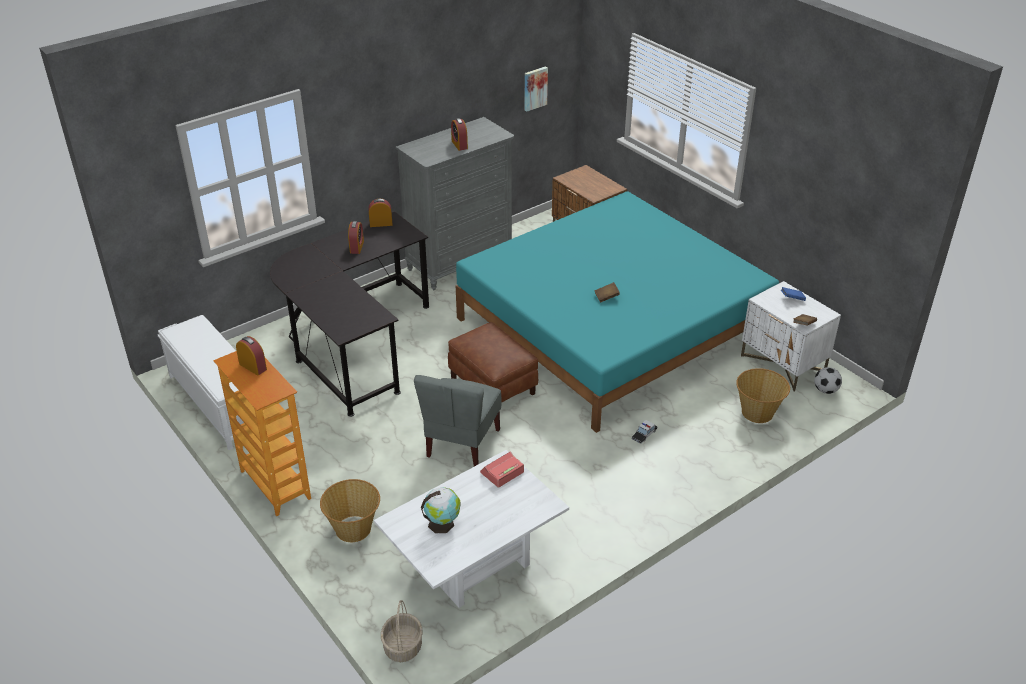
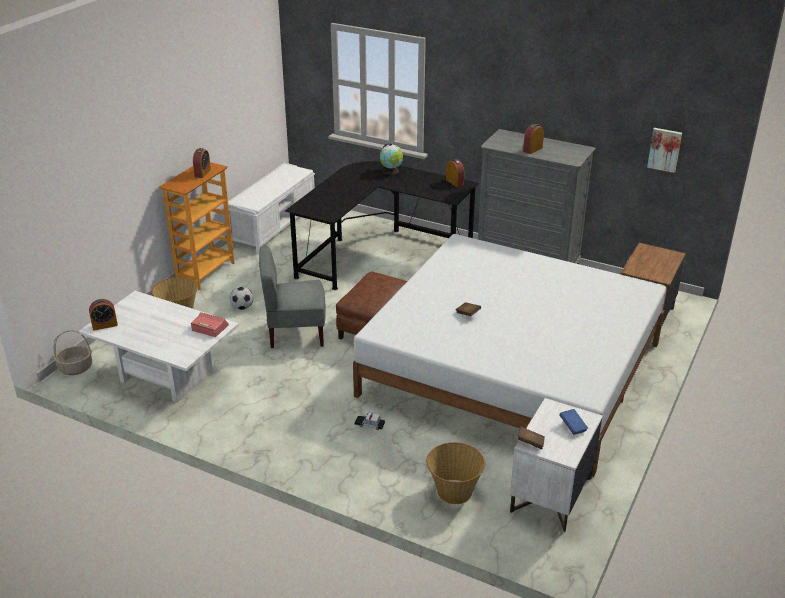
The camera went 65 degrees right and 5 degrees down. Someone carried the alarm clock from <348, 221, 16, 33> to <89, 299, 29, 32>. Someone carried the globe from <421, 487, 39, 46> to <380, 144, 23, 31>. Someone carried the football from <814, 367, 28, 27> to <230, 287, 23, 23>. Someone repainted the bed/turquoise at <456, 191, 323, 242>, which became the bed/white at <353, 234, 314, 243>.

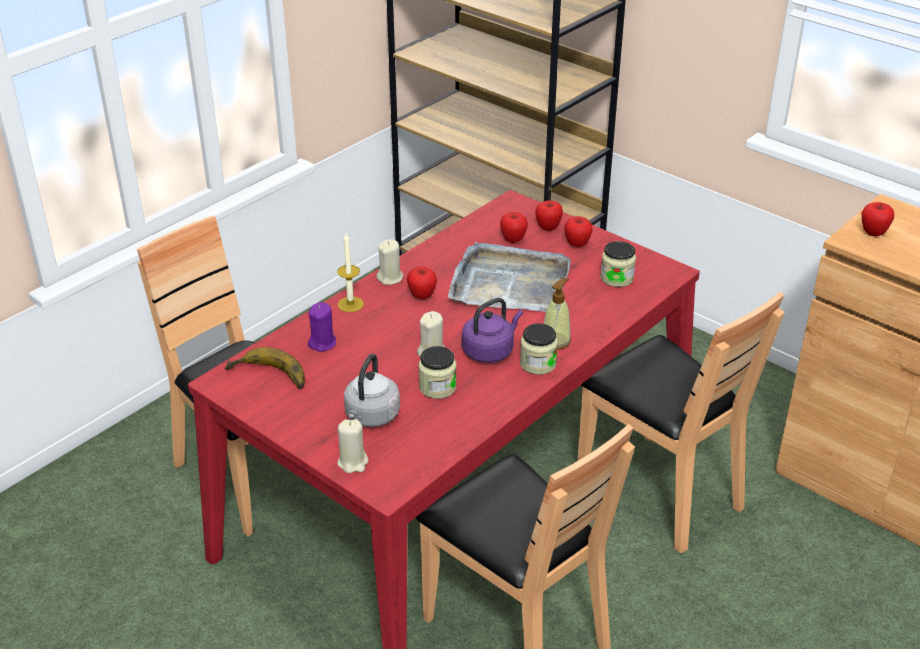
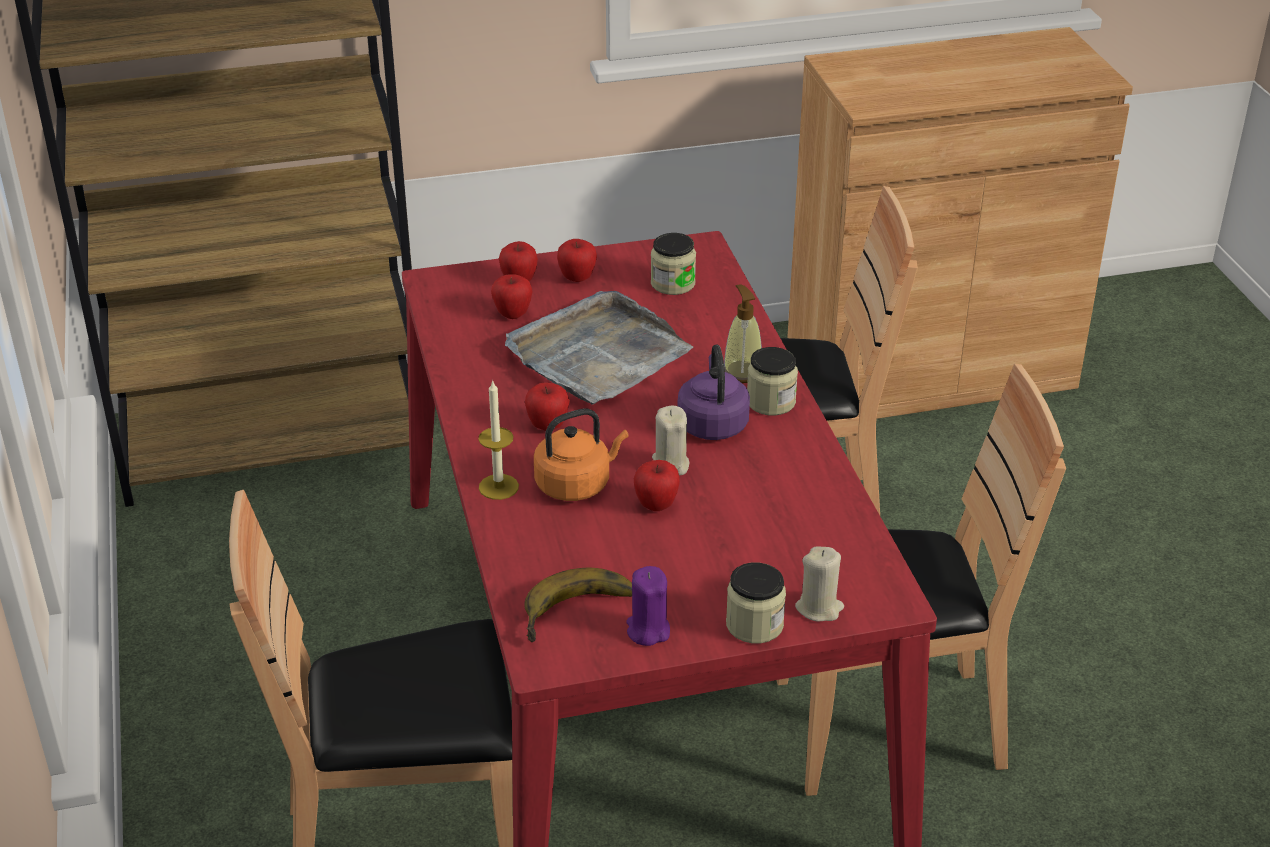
The camera went 55 degrees left and 0 degrees up. Someone took away the kettle/grey at <344, 354, 56, 73>. Someone took away the candle/beige at <376, 239, 28, 46>. Someone put down the kettle/orange at <534, 408, 95, 93>. Someone carried the candle/purple from <308, 302, 28, 50> to <627, 566, 43, 80>. Someone carried the jar from <418, 346, 38, 53> to <726, 562, 60, 81>. Someone carried the apple from <862, 202, 32, 34> to <634, 460, 46, 51>.

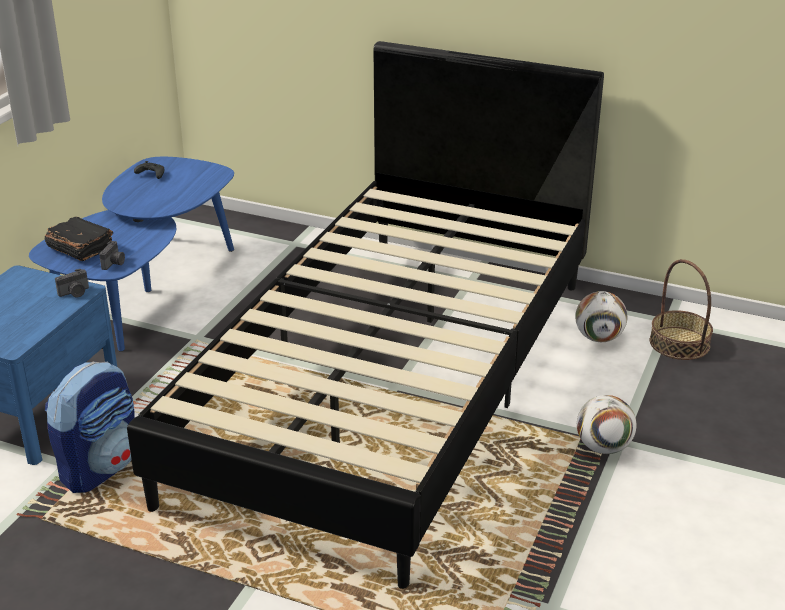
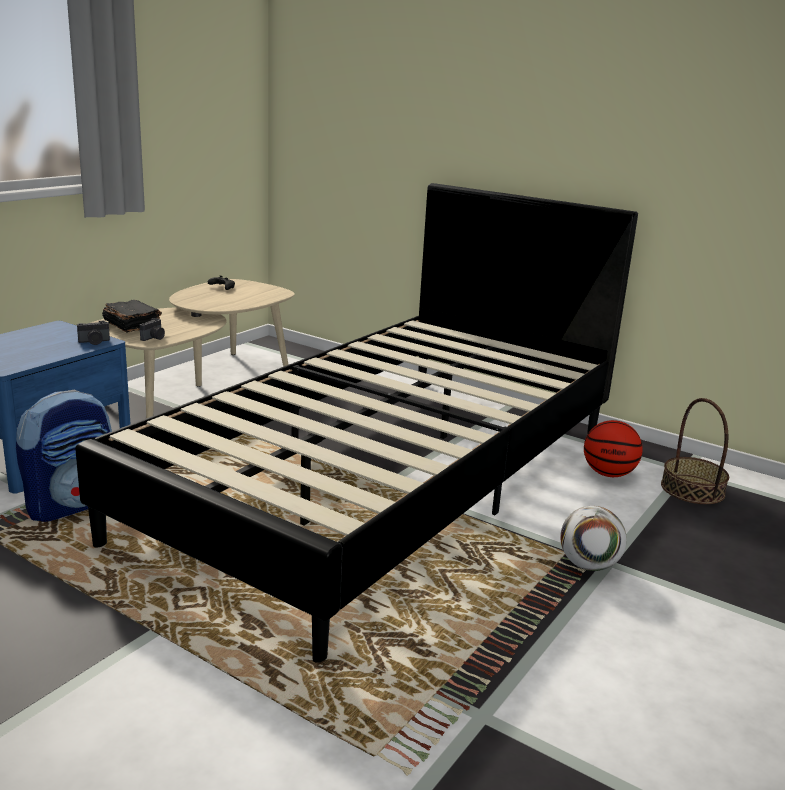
The camera went 10 degrees right and 10 degrees down. Someone swapped the football at <575, 291, 52, 51> for the basketball at <584, 420, 59, 57>. Someone repainted the coffee table/blue at <29, 157, 205, 195>, which became the coffee table/beige at <91, 279, 204, 139>.

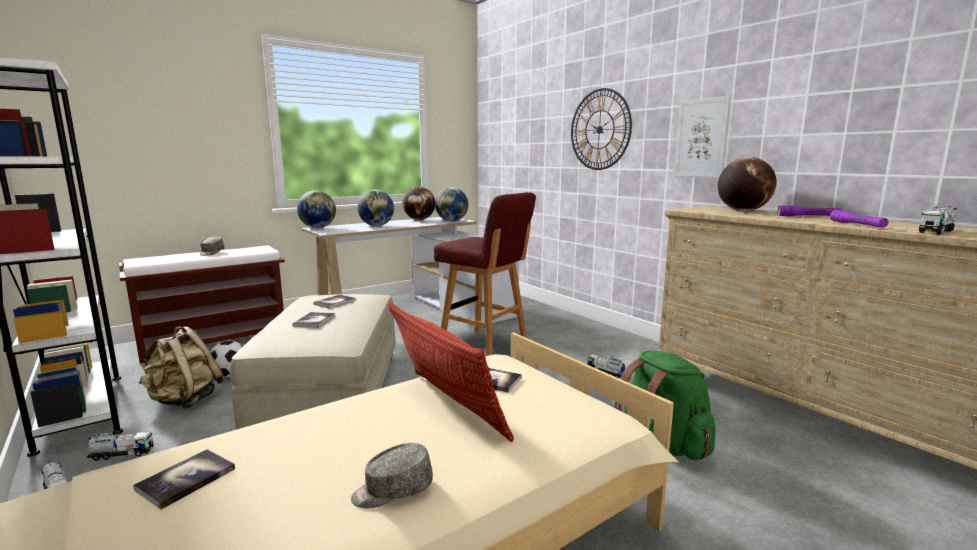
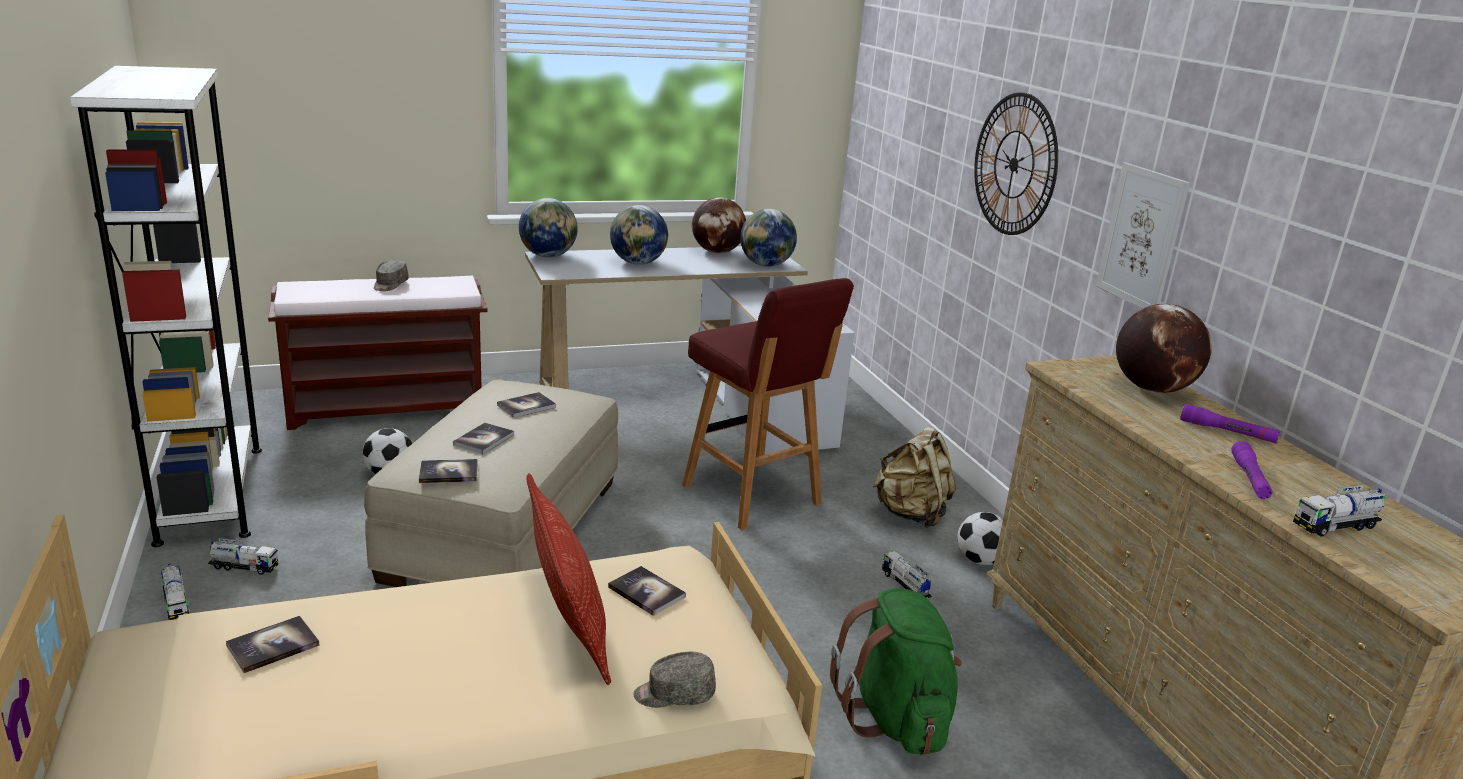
The camera went 15 degrees right and 10 degrees up. Someone put down the book at <419, 459, 59, 24>. Someone put down the football at <957, 512, 46, 53>. Someone carried the backpack/beige from <139, 326, 84, 83> to <873, 427, 83, 101>. Someone carried the cap/grey from <351, 443, 82, 65> to <633, 652, 83, 56>.

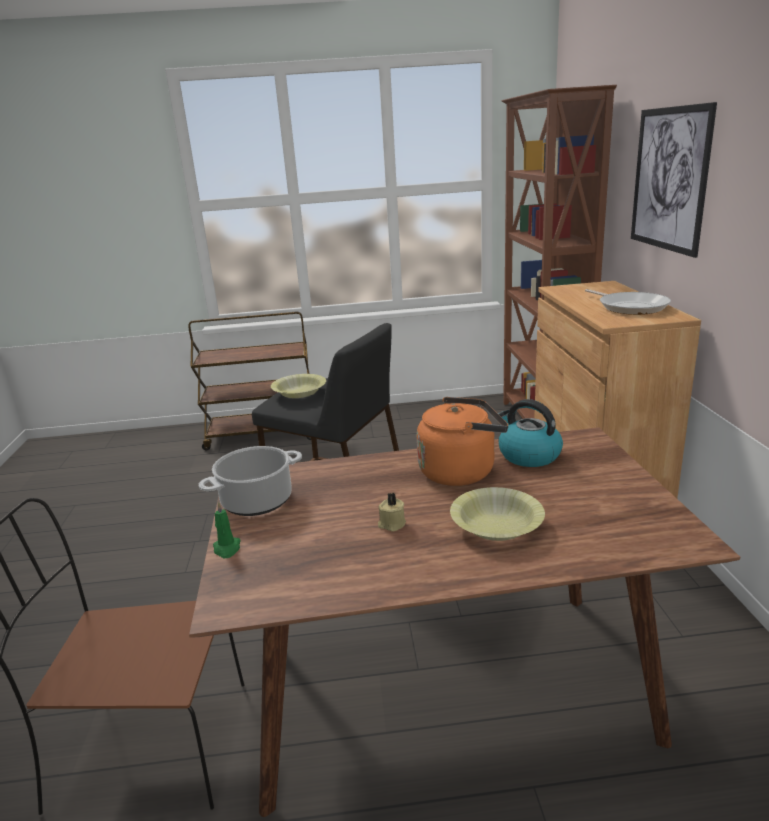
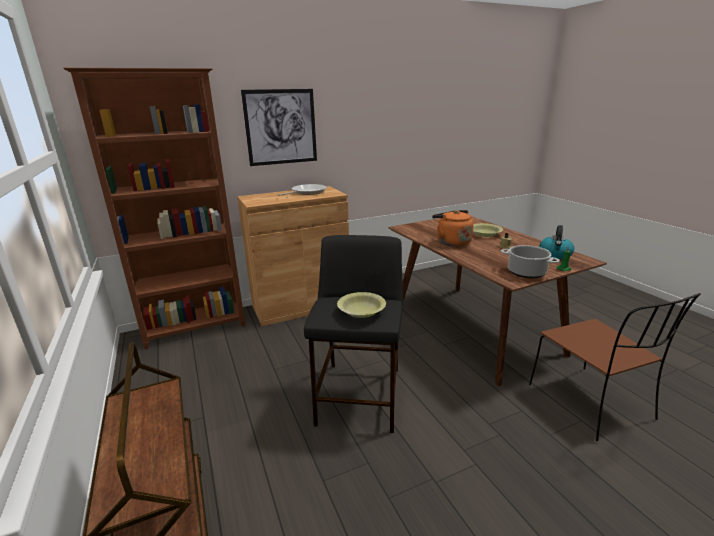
The camera went 110 degrees left and 0 degrees up. Someone carried the kettle from <498, 399, 65, 68> to <539, 225, 35, 34>.

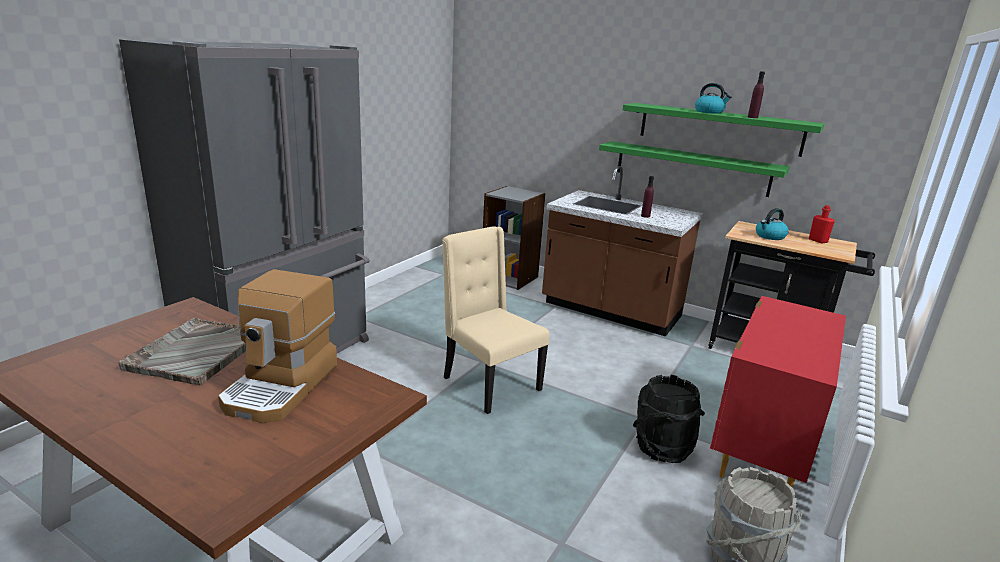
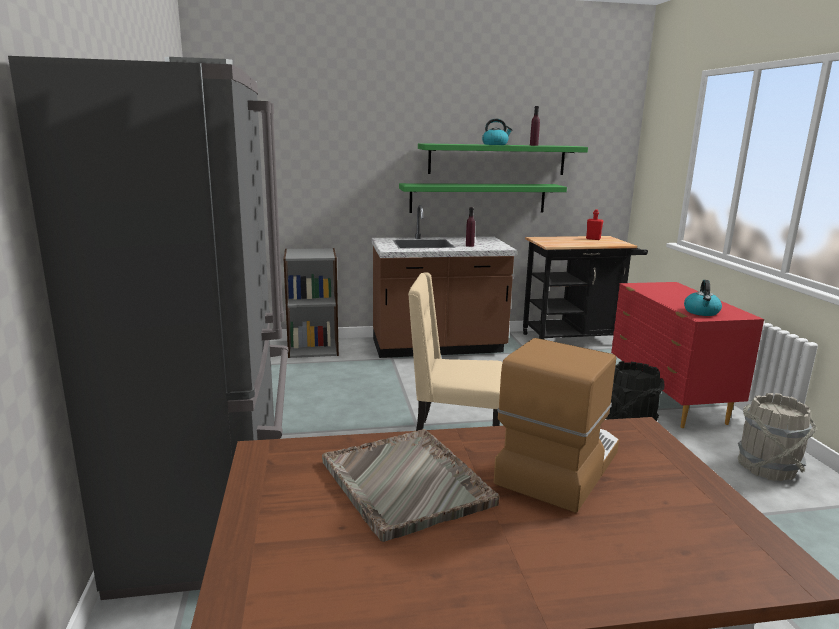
The camera went 40 degrees left and 5 degrees down. Someone carried the kettle from <756, 208, 33, 32> to <684, 280, 38, 36>. Someone rotated the coffee machine at <218, 269, 119, 154> by 120 degrees counterclockwise.

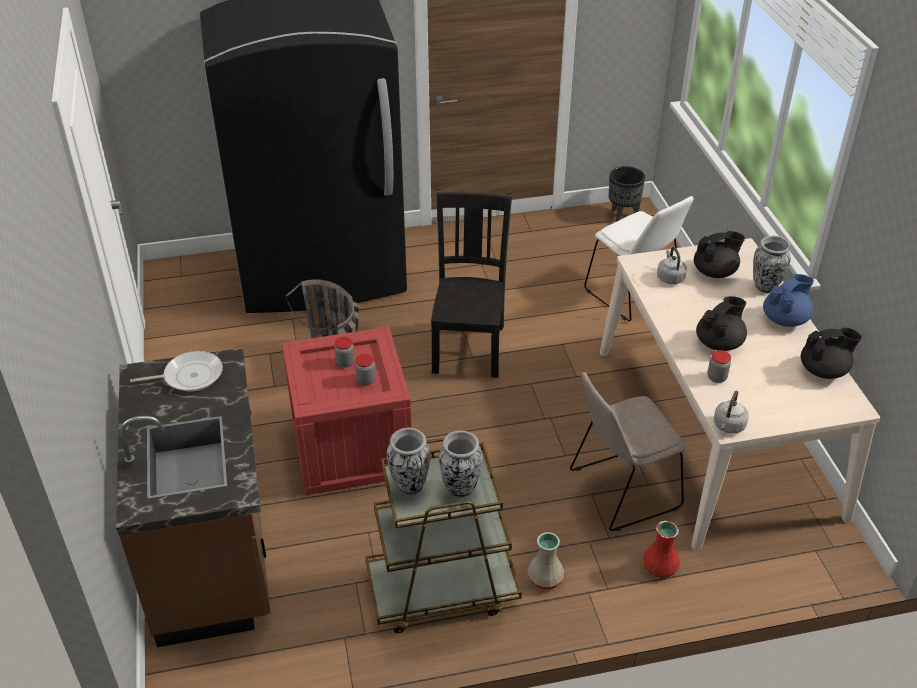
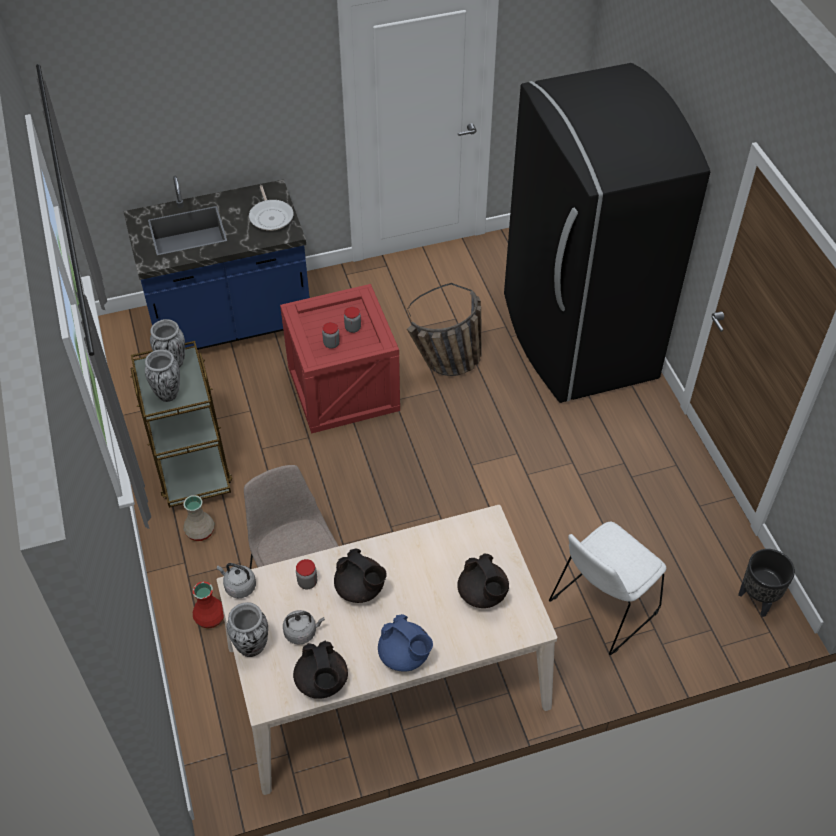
The camera went 85 degrees right and 10 degrees up. Someone took away the chair/black at <431, 189, 81, 189>. Someone carried the kettle/grey from <657, 247, 30, 37> to <283, 610, 42, 35>. Someone carried the vase from <753, 236, 38, 57> to <227, 602, 41, 55>. Someone repainted the counter/brown at <116, 348, 155, 299>, which became the counter/blue at <123, 176, 187, 174>.

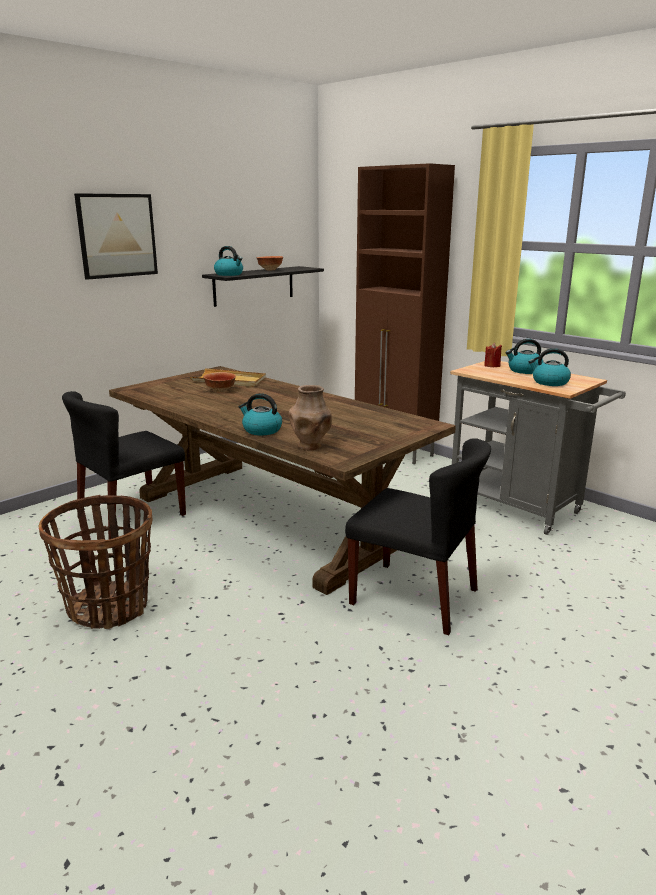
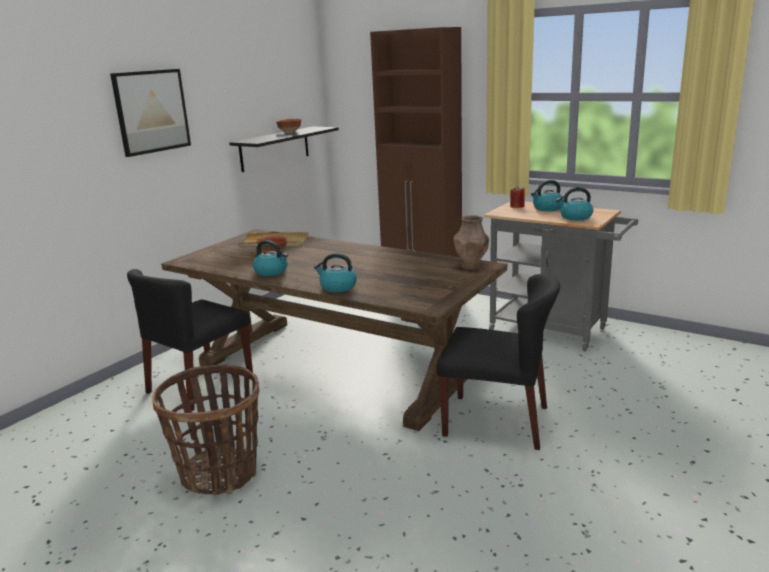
The camera went 10 degrees left and 0 degrees up. Someone carried the kettle from <214, 246, 29, 30> to <253, 240, 35, 36>. Someone carried the vase/brown from <289, 385, 43, 66> to <454, 215, 35, 54>.

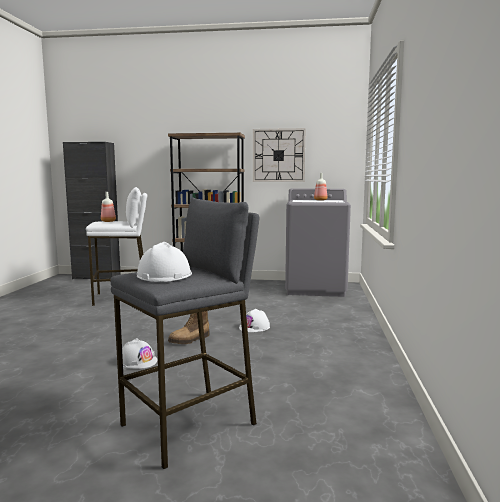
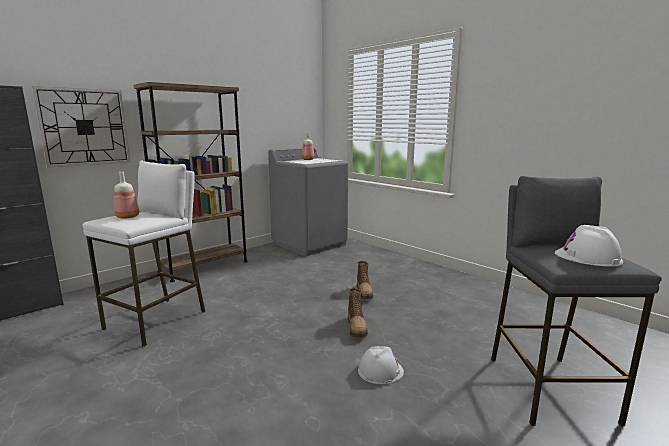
The camera went 50 degrees left and 5 degrees up. Someone carried the wall clock from <253, 128, 53, 54> to <32, 86, 98, 82>. Someone swapped the hard hat/white at <239, 309, 31, 23> for the boot at <357, 261, 16, 39>.

